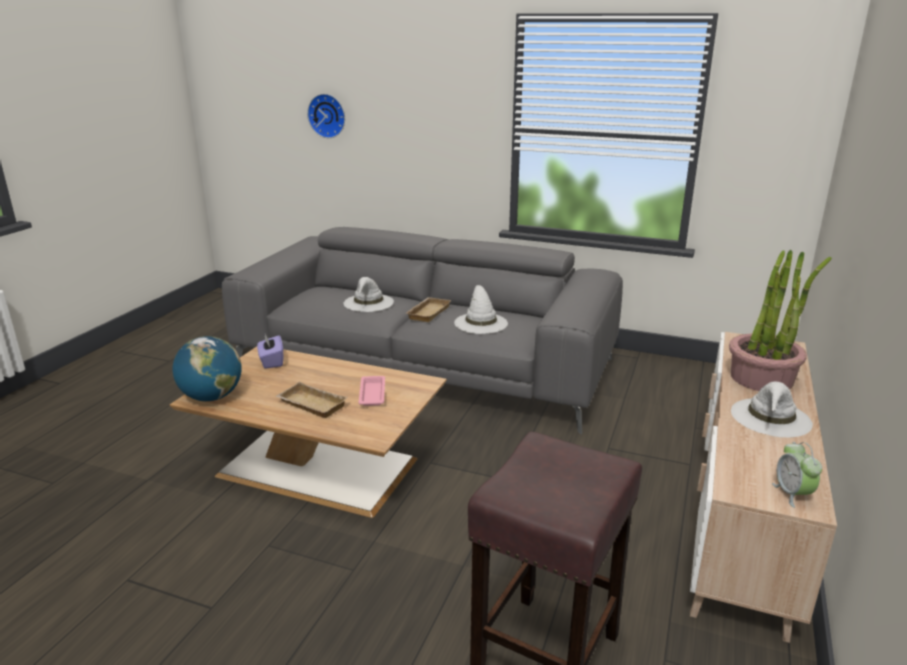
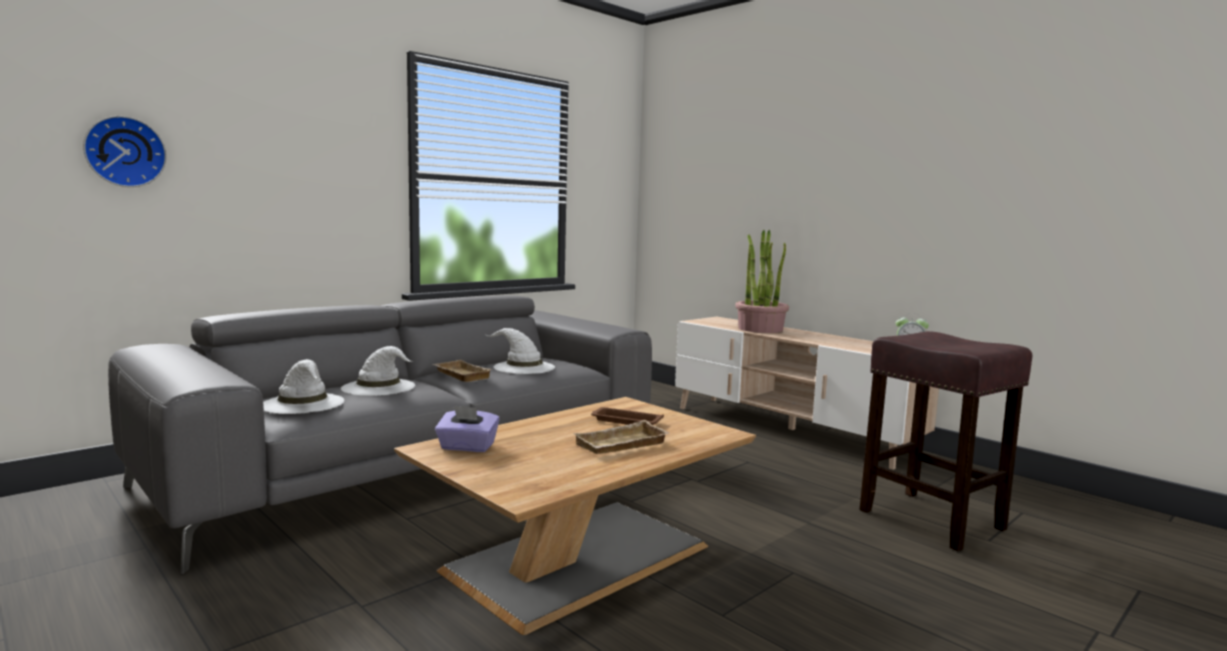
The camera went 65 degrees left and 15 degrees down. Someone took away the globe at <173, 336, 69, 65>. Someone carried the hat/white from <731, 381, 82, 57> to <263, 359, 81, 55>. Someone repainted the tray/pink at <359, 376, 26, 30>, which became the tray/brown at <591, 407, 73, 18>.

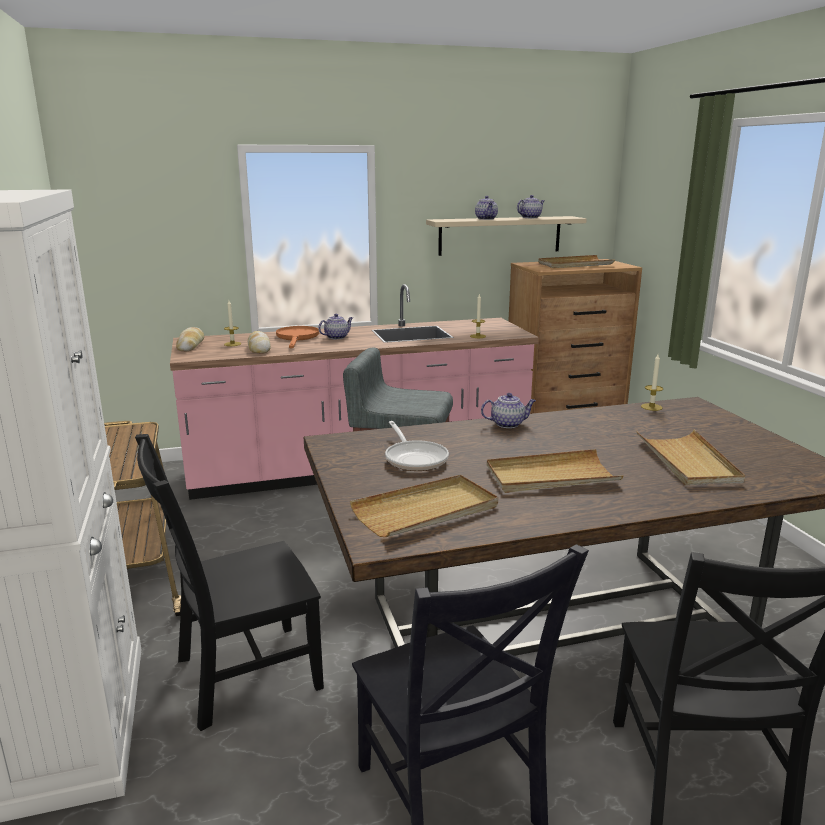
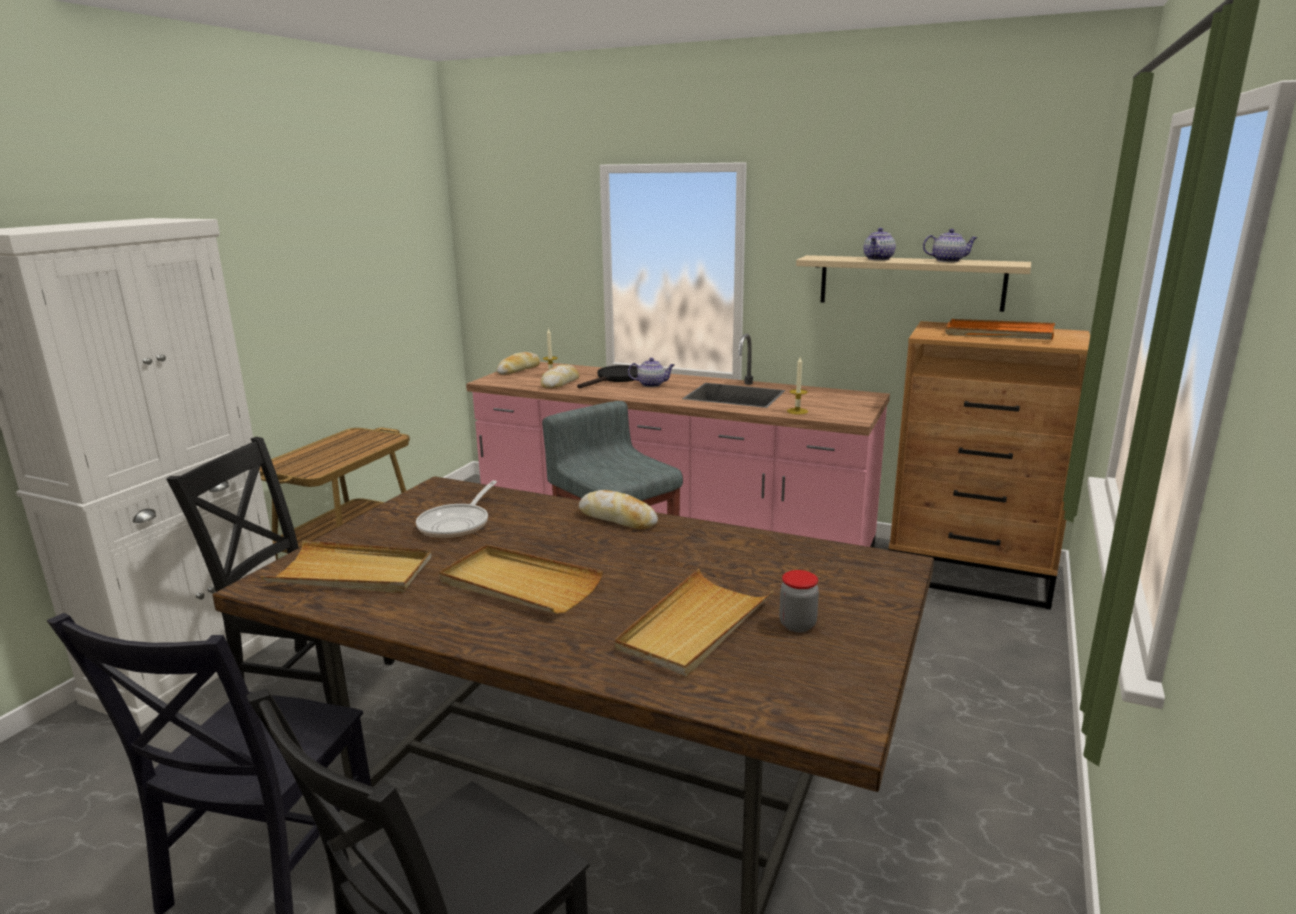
The camera went 40 degrees right and 0 degrees up. Someone took away the candle at <641, 354, 22, 57>. Someone put down the jar at <779, 570, 40, 62>. Someone swapped the teapot at <481, 393, 55, 35> for the bread at <579, 490, 79, 40>. Someone repainted the frying pan/orange at <276, 326, 43, 23>, which became the frying pan/black at <577, 365, 61, 24>. Someone repainted the tray/beige at <538, 255, 77, 13>, which became the tray/orange at <945, 319, 110, 21>.

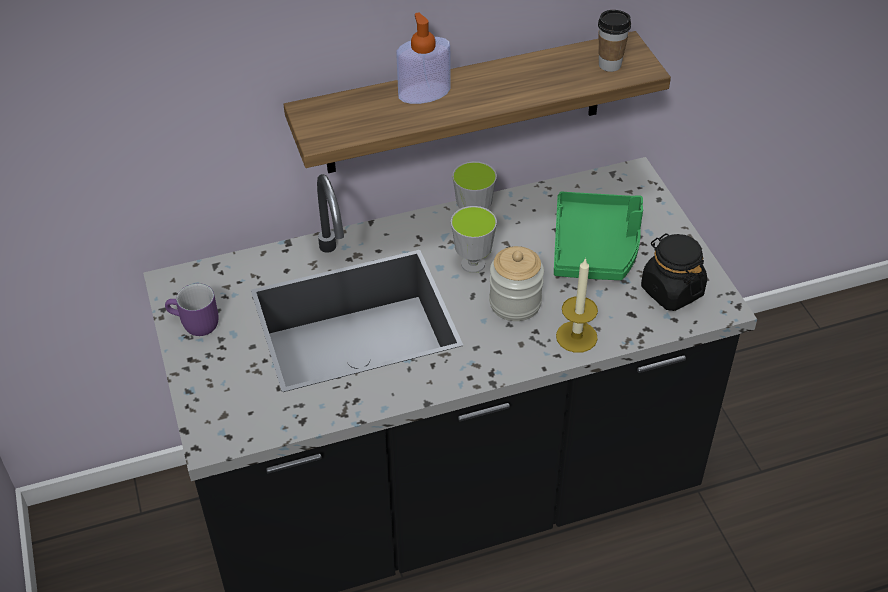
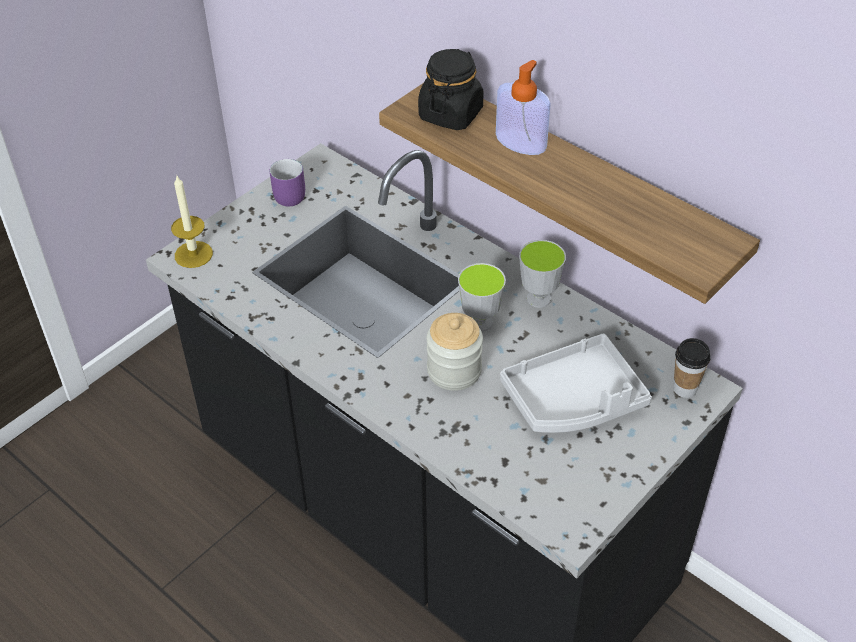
The camera went 60 degrees right and 0 degrees up. Someone carried the candle from <556, 258, 42, 95> to <171, 176, 42, 92>. Someone carried the cup from <598, 10, 33, 62> to <673, 338, 38, 60>. Someone carried the jar/black from <641, 233, 66, 78> to <418, 49, 65, 81>. Someone repainted the tray/green at <554, 192, 89, 88>, which became the tray/grey at <500, 334, 152, 99>.

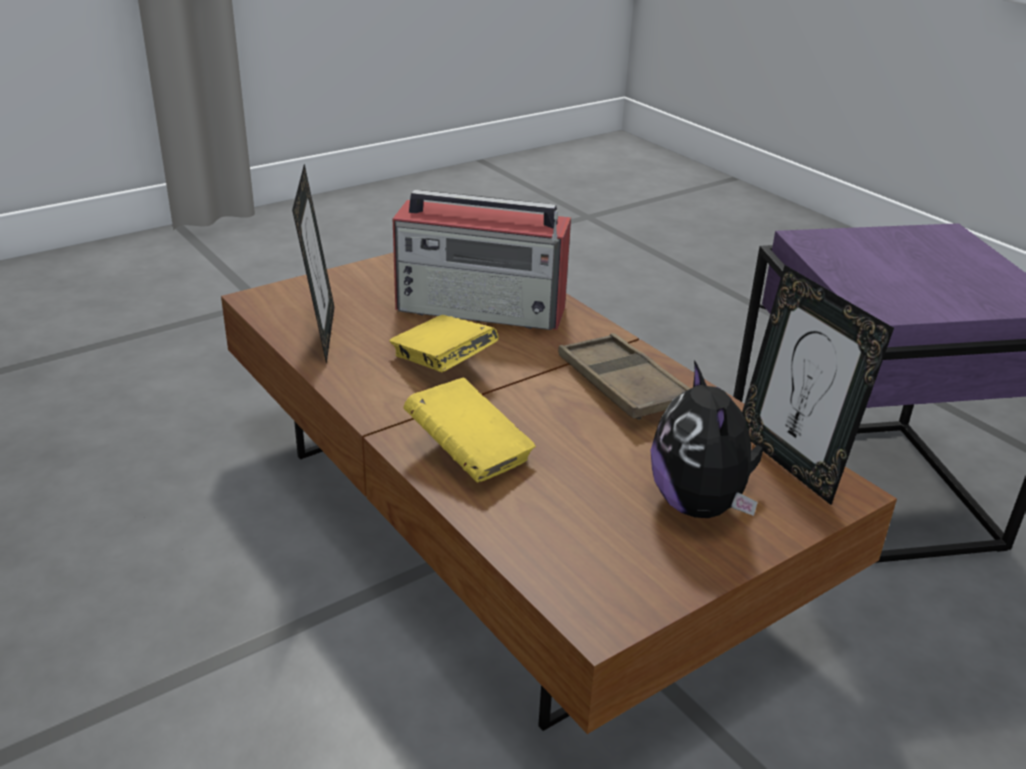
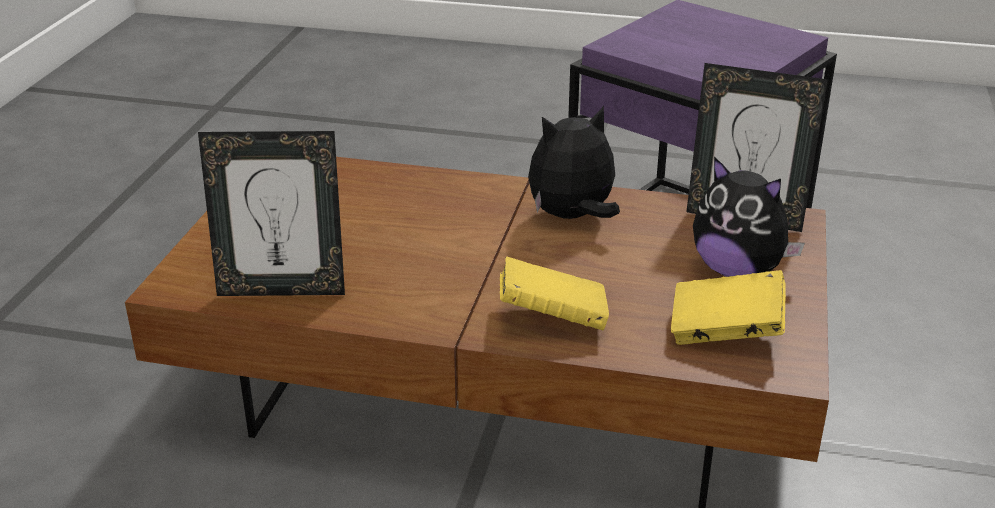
The camera went 40 degrees left and 0 degrees up. Someone took away the radio at <393, 189, 178, 141>. Someone carried the book/yellow from <389, 315, 110, 57> to <671, 270, 115, 75>. Someone swapped the tray/brown at <558, 333, 133, 87> for the plush toy at <528, 106, 92, 113>. Someone rotated the picture frame at <292, 163, 42, 201> by 135 degrees clockwise.

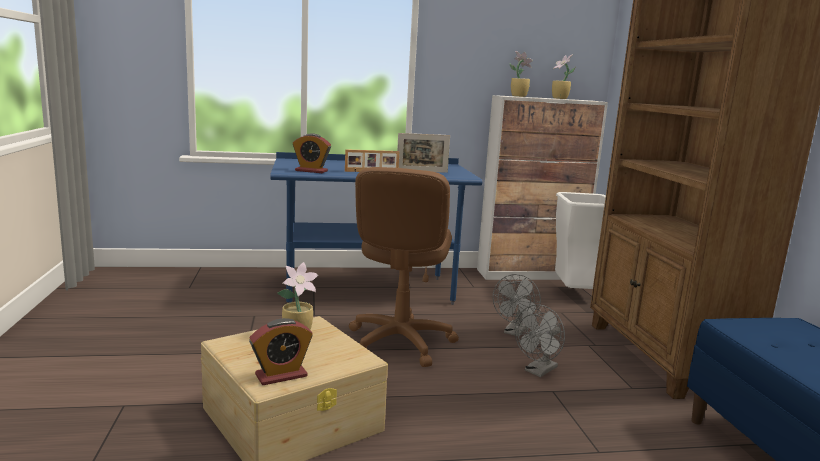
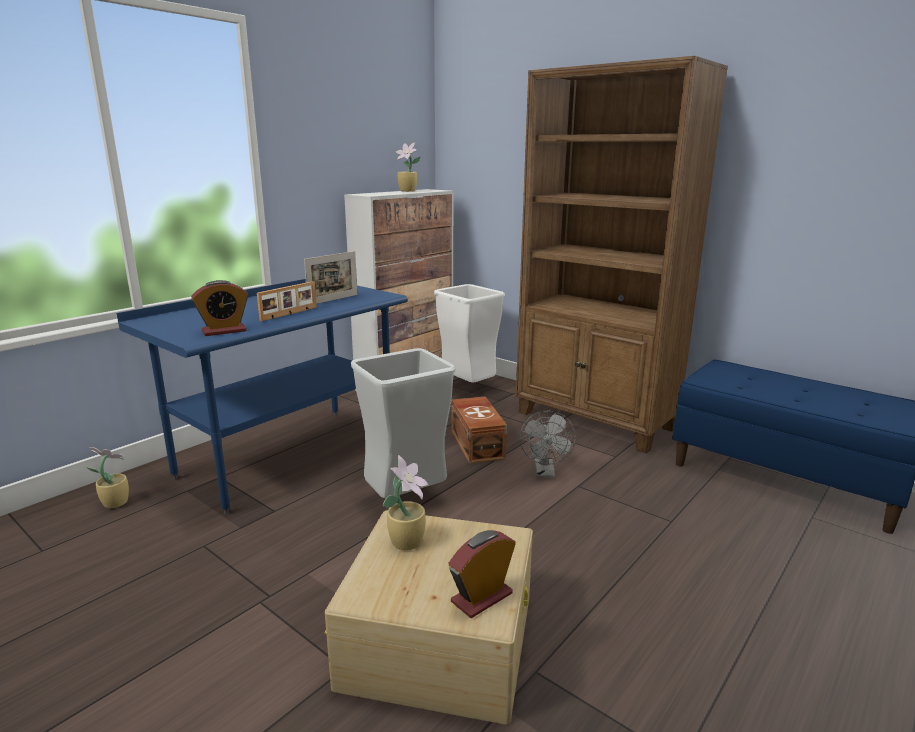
The camera went 40 degrees left and 5 degrees up. Someone carried the potted plant from <509, 51, 24, 46> to <85, 447, 44, 61>. Someone swapped the office chair/brown at <349, 167, 110, 200> for the trash can/grey at <351, 348, 105, 150>. Someone swapped the fan/grey at <493, 274, 48, 63> for the storage box/brown at <451, 397, 56, 67>. Someone rotated the alarm clock at <249, 318, 64, 67> by 150 degrees counterclockwise.

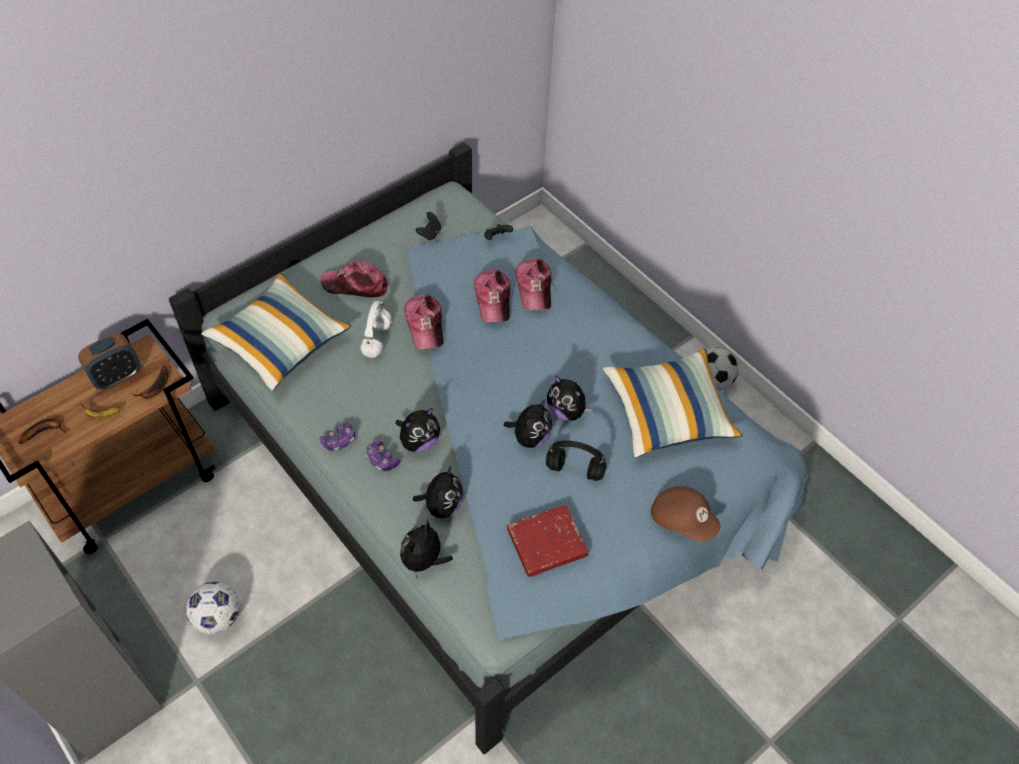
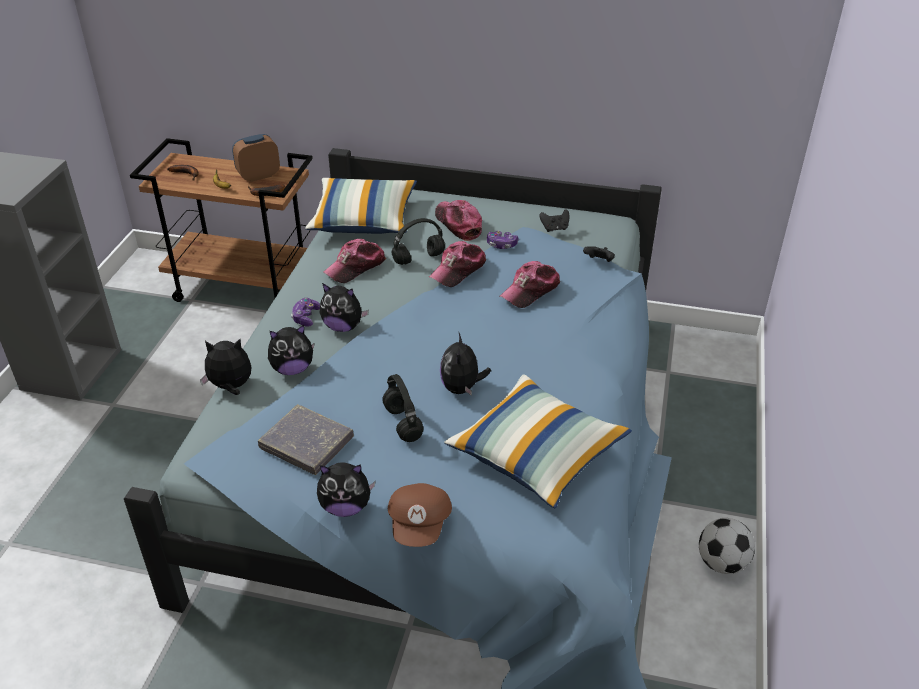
The camera went 55 degrees right and 15 degrees down. Someone took away the football at <186, 582, 53, 53>. Someone carried the game controller from <320, 422, 35, 29> to <487, 231, 32, 18>. Someone carried the plush toy from <504, 400, 48, 48> to <317, 462, 59, 55>. Someone carried the cap from <515, 258, 36, 52> to <323, 239, 63, 44>. Someone repainted the headphones/white at <360, 301, 31, 57>, which became the headphones/black at <392, 218, 53, 47>. Someone repainted the book/red at <507, 505, 82, 72>, which became the book/grey at <258, 404, 96, 71>. Someone rotated the alarm clock at <78, 333, 62, 57> by 135 degrees clockwise.

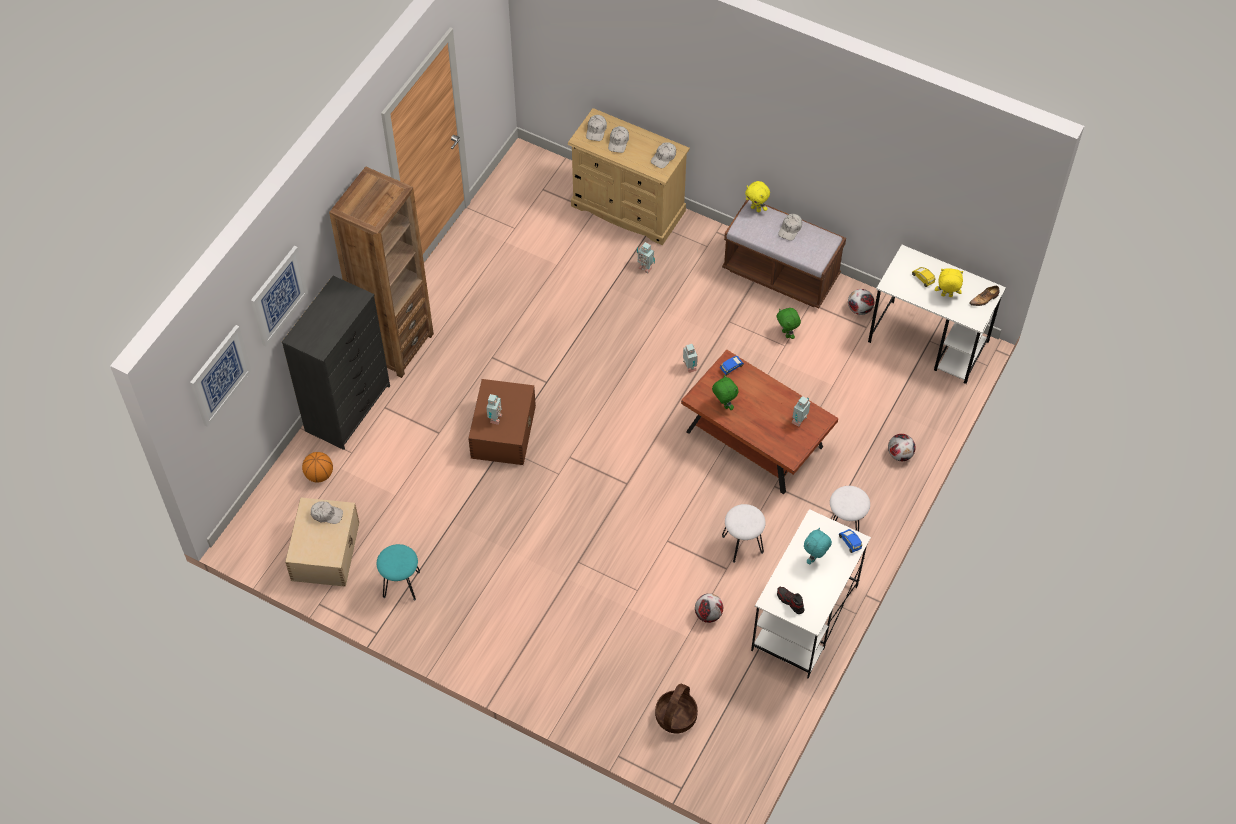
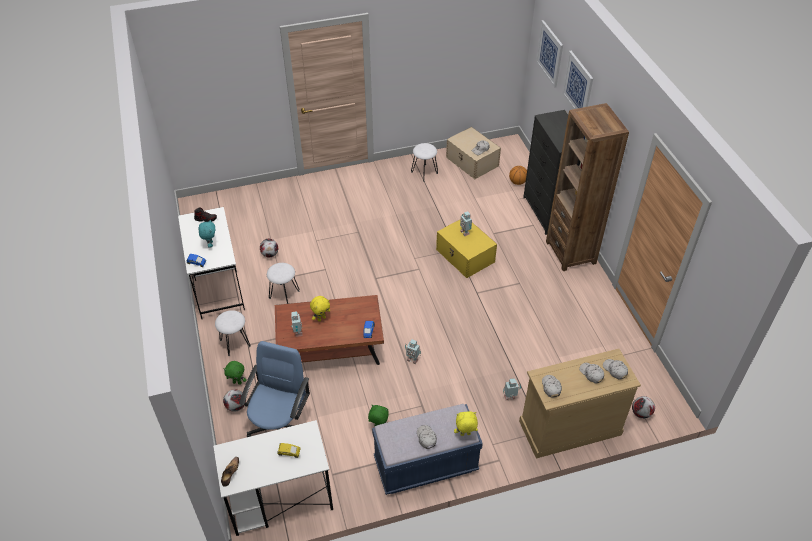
The camera went 135 degrees right and 10 degrees down. Someone took away the basket at <655, 684, 43, 49>. Someone put down the office chair/blue at <239, 341, 71, 96>. Someone carried the plush toy/green from <712, 375, 26, 35> to <224, 361, 23, 24>. Someone carried the football from <848, 289, 27, 26> to <632, 396, 23, 23>. Someone carried the plush toy/yellow from <935, 268, 28, 29> to <310, 296, 20, 26>. Someone repainted the stool/turquoise at <377, 544, 43, 56>, which became the stool/white at <411, 143, 27, 39>. Someone repainted the storage box/brown at <468, 379, 68, 86>, which became the storage box/yellow at <436, 219, 61, 59>. Someone repainted the bench/brown at <722, 200, 124, 108>, which became the bench/blue at <372, 404, 111, 91>.

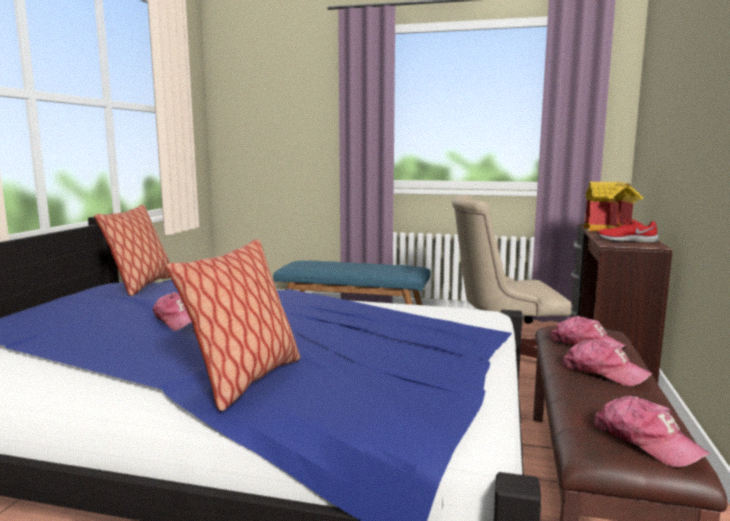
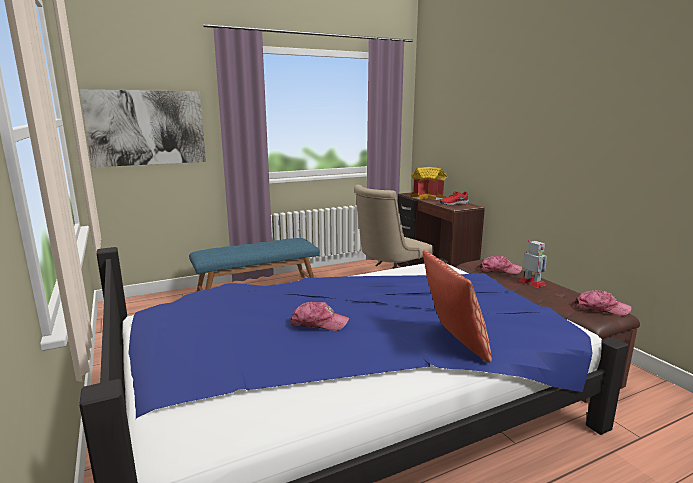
The camera went 40 degrees left and 5 degrees up. Someone took away the pillow at <94, 205, 77, 91>. Someone put up the picture at <80, 90, 126, 77>. Someone swapped the cap at <562, 339, 90, 47> for the toy robot at <518, 240, 29, 48>.

